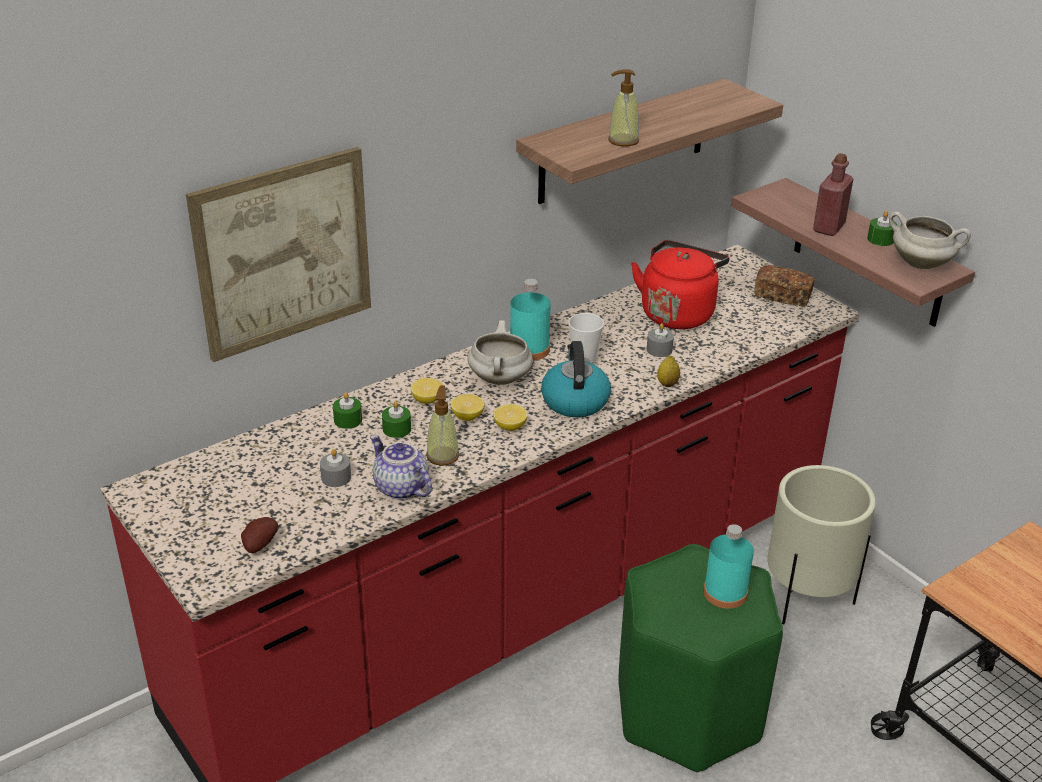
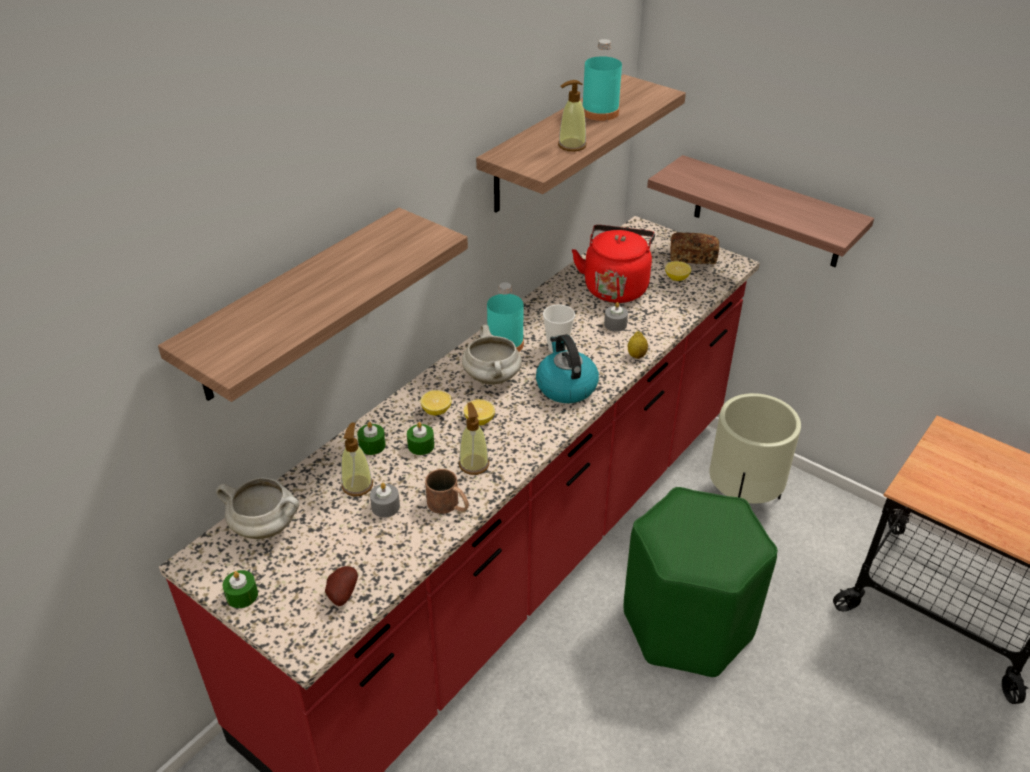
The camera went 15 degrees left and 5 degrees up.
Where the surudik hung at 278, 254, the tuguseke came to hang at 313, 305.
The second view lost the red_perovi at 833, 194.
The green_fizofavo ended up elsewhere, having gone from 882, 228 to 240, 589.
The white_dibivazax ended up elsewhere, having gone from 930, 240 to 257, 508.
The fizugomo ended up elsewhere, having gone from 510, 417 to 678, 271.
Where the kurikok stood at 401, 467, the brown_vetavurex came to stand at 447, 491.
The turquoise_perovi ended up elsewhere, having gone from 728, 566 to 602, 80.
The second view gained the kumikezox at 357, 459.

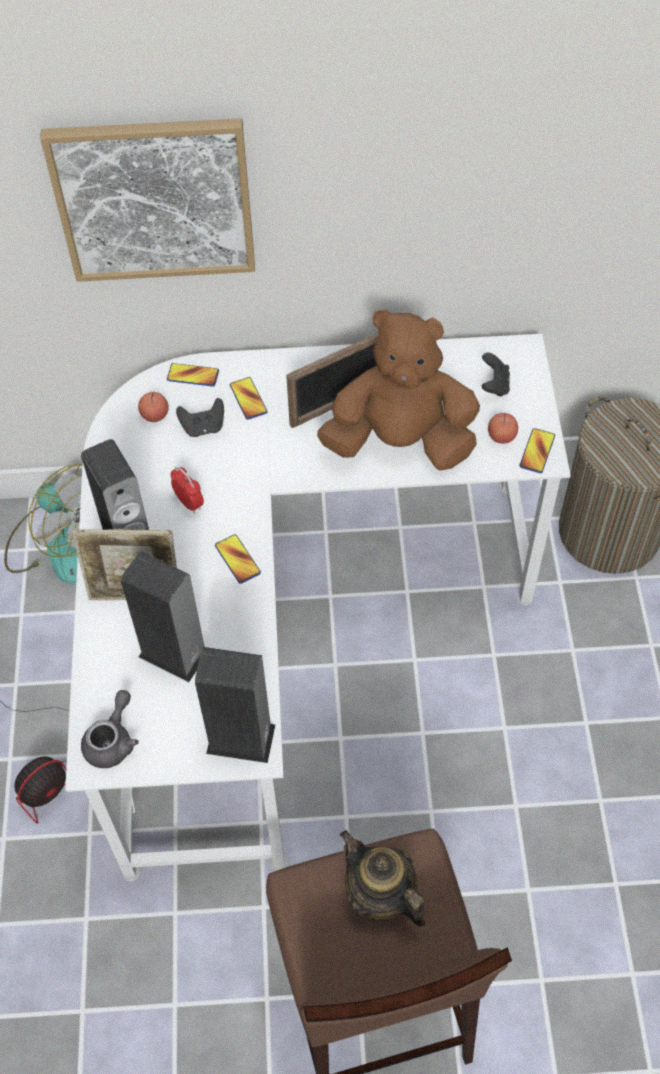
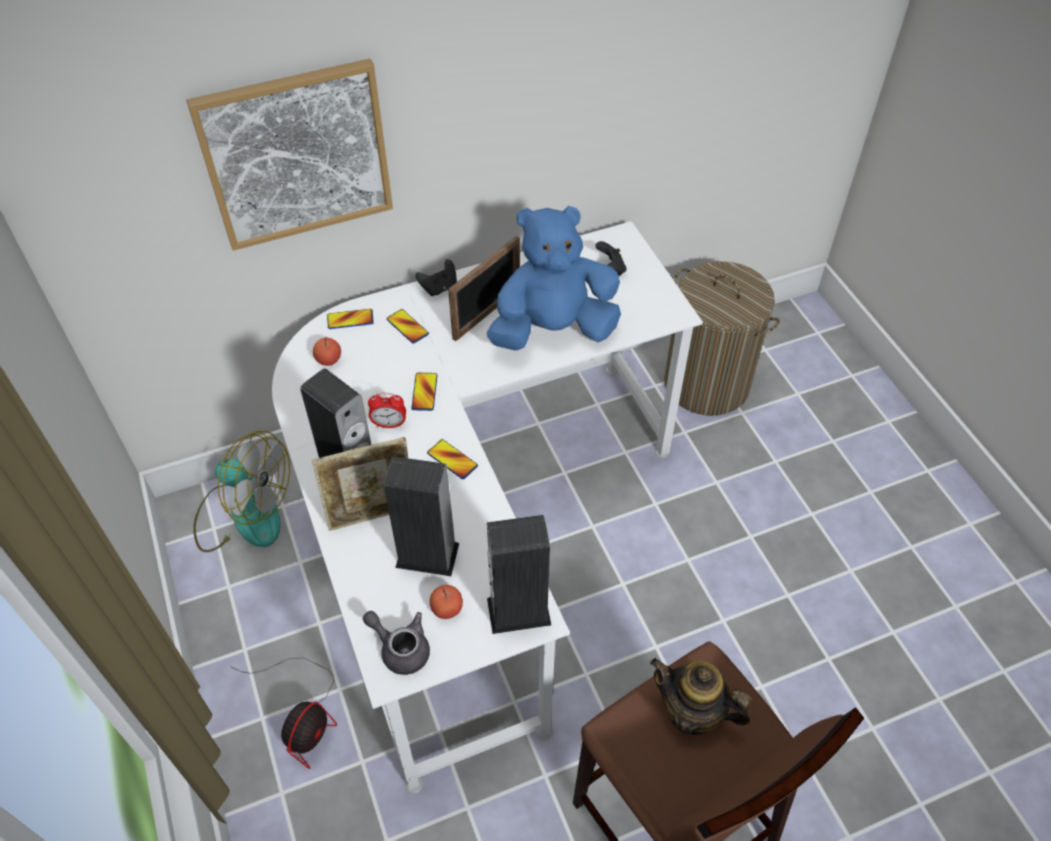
The camera went 20 degrees left and 5 degrees down.
What was the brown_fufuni at 398, 389 turned into the blue_fufuni at 554, 278.
The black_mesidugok ended up elsewhere, having gone from 200, 417 to 436, 277.
The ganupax ended up elsewhere, having gone from 503, 428 to 446, 602.
The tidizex ended up elsewhere, having gone from 537, 450 to 424, 392.
The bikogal at 187, 490 ended up facing another way, 150 degrees clockwise from before.
The grey_kurikok at 110, 729 ended up facing another way, 60 degrees counterclockwise from before.

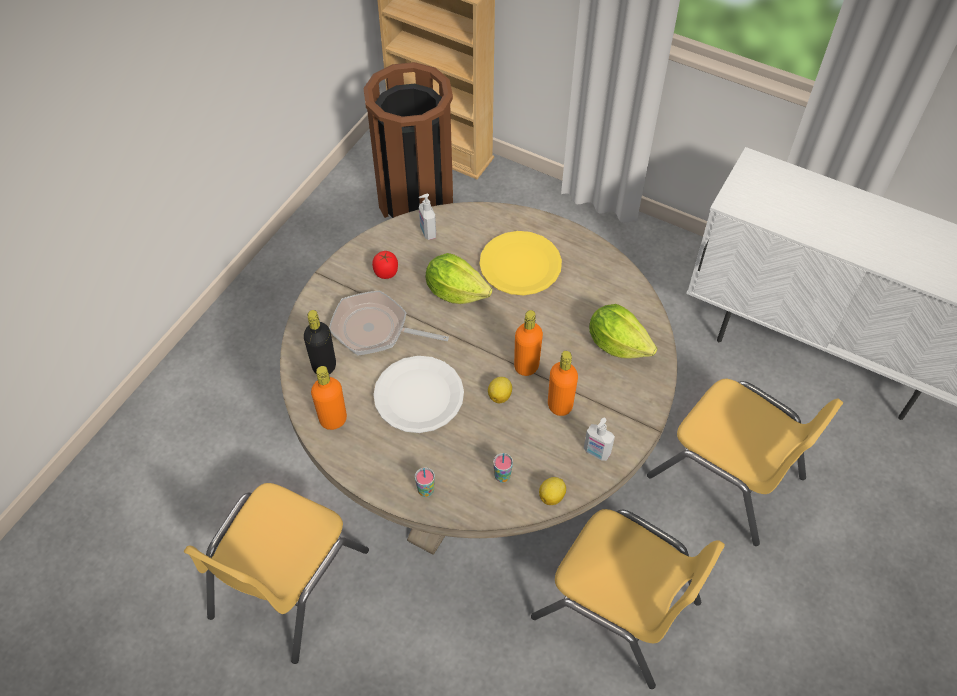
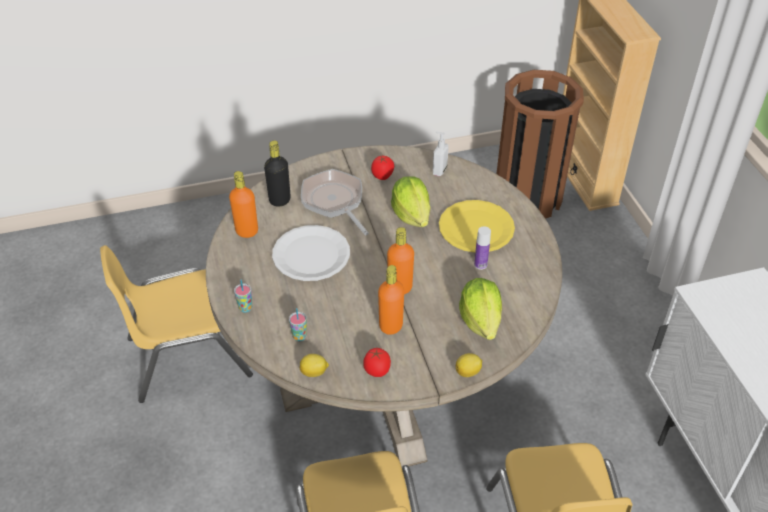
The camera went 45 degrees right and 10 degrees down.
The fizugomo ended up elsewhere, having gone from 500, 390 to 469, 365.
Where the kumikezox stood at 599, 439, the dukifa came to stand at 377, 362.
The second view gained the perovi at 482, 248.

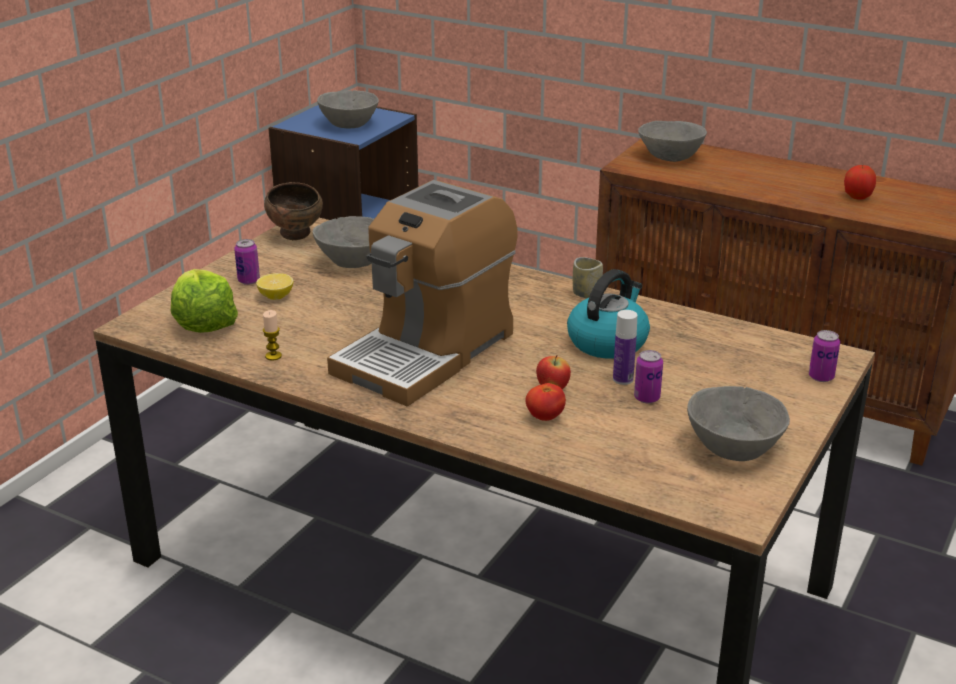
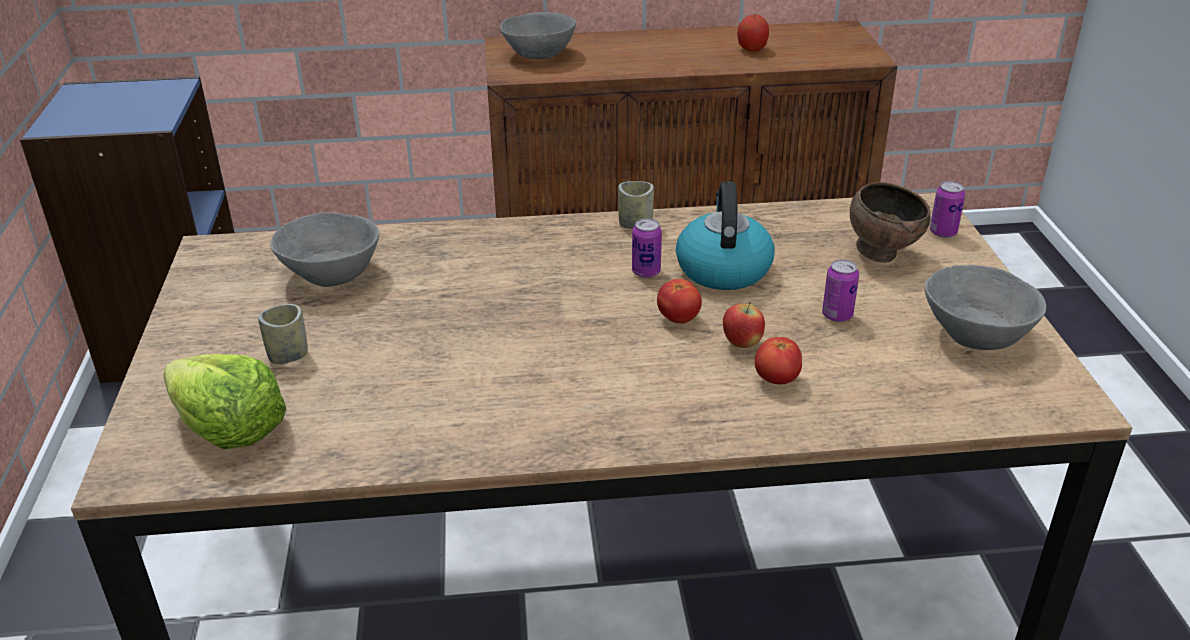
The camera went 35 degrees left and 5 degrees up.
The second view lost the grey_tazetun at 348, 109.
The second view lost the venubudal at 422, 293.
The brown_tazetun ended up elsewhere, having gone from 293, 211 to 890, 222.
The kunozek ended up elsewhere, having gone from 247, 262 to 647, 248.
Where the fizugomo stood at 274, 286, the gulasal came to stand at 283, 334.
The second view lost the fizofavo at 272, 335.
The second view lost the perovi at 625, 347.
The second view gained the dukifa at 679, 301.

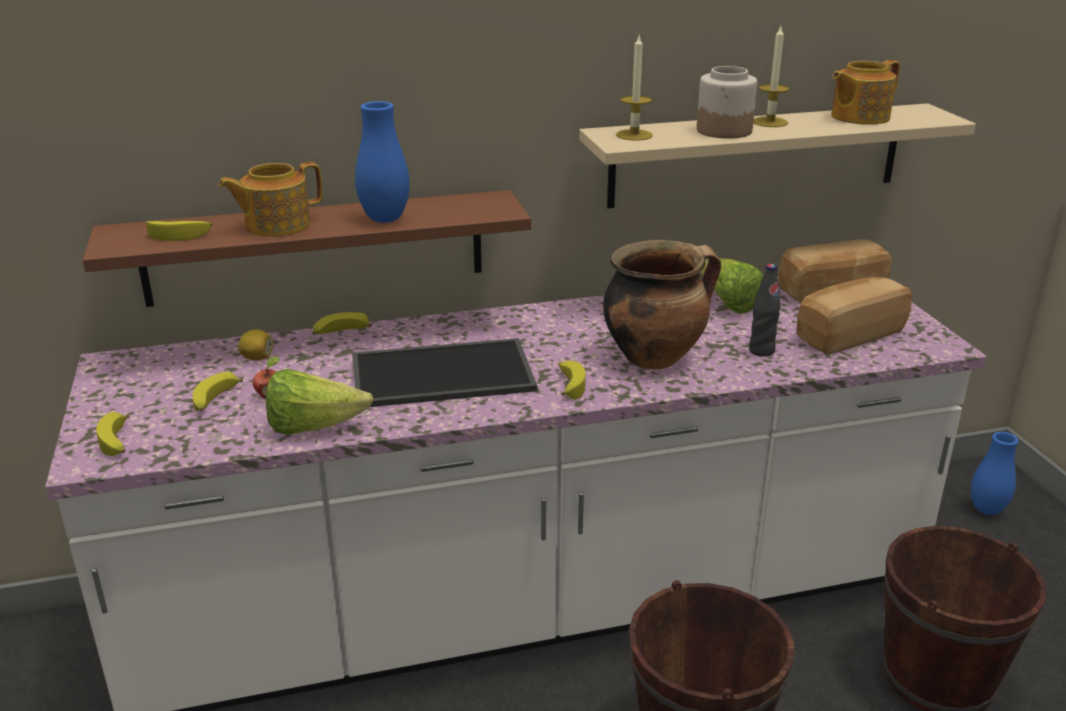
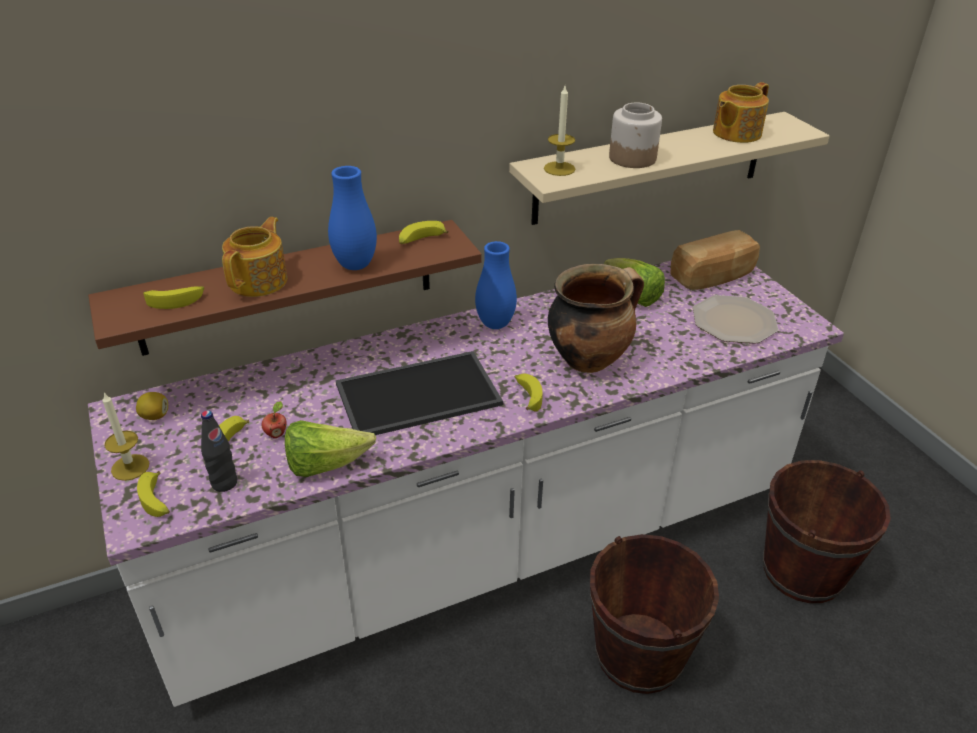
The camera went 10 degrees left and 10 degrees up.
The fizofavo ended up elsewhere, having gone from 771, 76 to 125, 436.
The kurikok at 270, 199 ended up facing another way, 150 degrees clockwise from before.
The black_perovi ended up elsewhere, having gone from 764, 310 to 219, 451.
Where the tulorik stood at 854, 316, the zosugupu came to stand at 735, 319.
The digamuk ended up elsewhere, having gone from 342, 323 to 424, 232.
The fizugomo ended up elsewhere, having gone from 255, 345 to 152, 406.
The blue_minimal ended up elsewhere, having gone from 994, 473 to 496, 285.

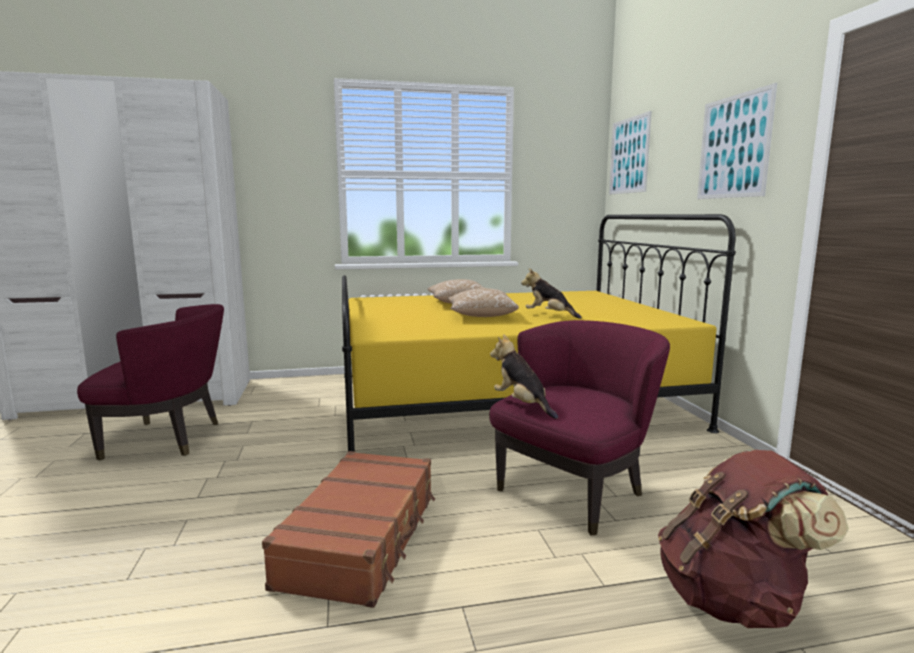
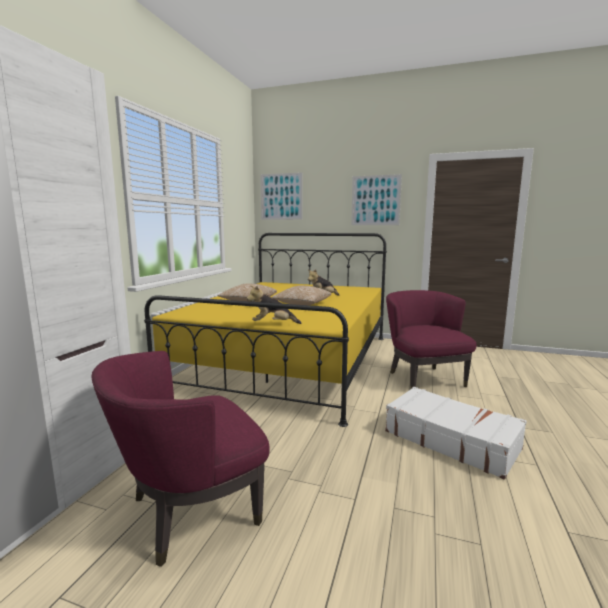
The camera went 60 degrees left and 0 degrees up.
The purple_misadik at 150, 382 ended up facing another way, 150 degrees counterclockwise from before.
The fufuni ended up elsewhere, having gone from 524, 376 to 274, 304.
The second view lost the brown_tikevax at 753, 538.
What was the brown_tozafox at 348, 529 turned into the white_tozafox at 456, 433.

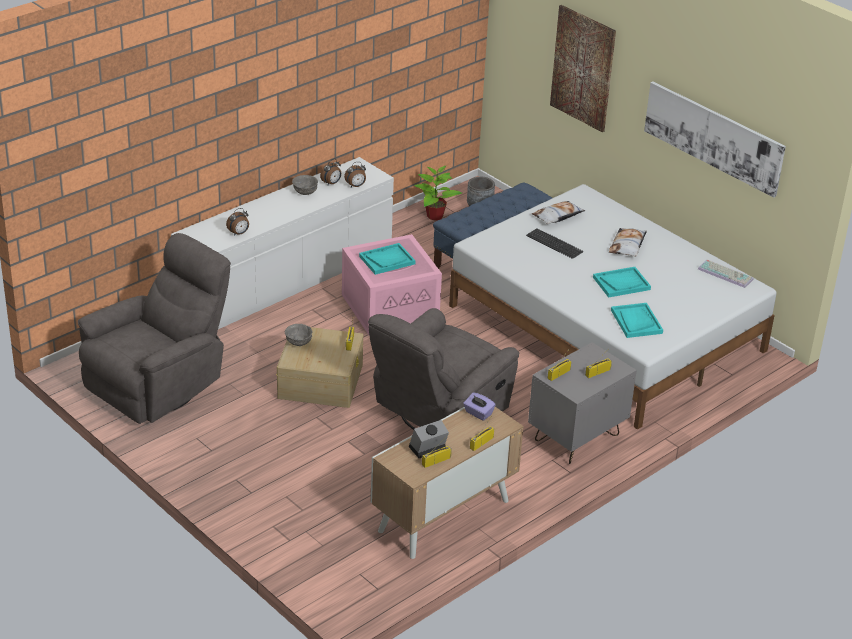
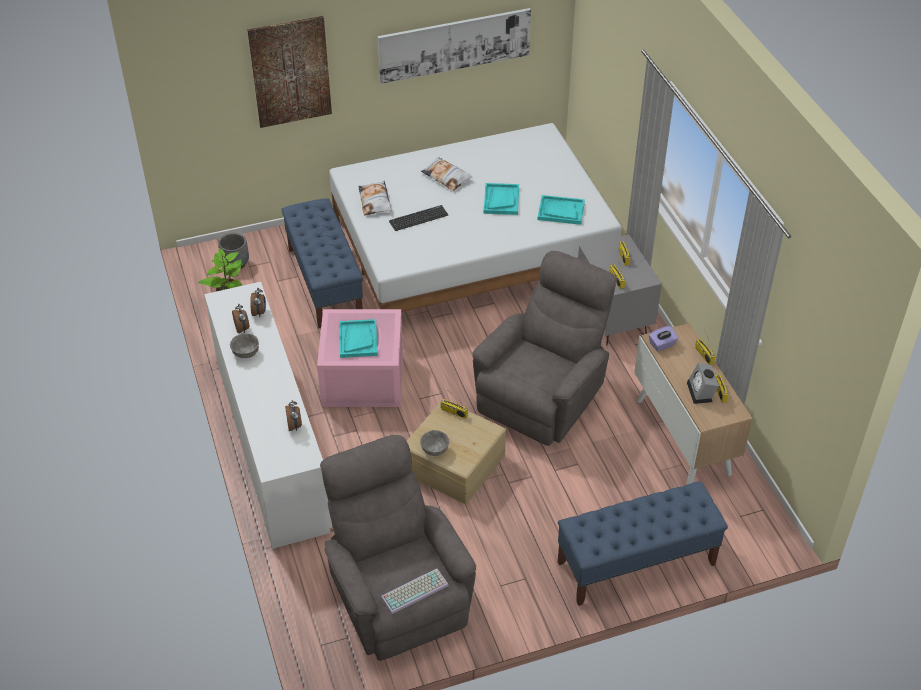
The camera went 65 degrees left and 10 degrees up.
The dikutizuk ended up elsewhere, having gone from 726, 274 to 415, 591.
The grey_misadik at 443, 369 ended up facing another way, 120 degrees counterclockwise from before.
The second view gained the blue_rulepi at 643, 543.

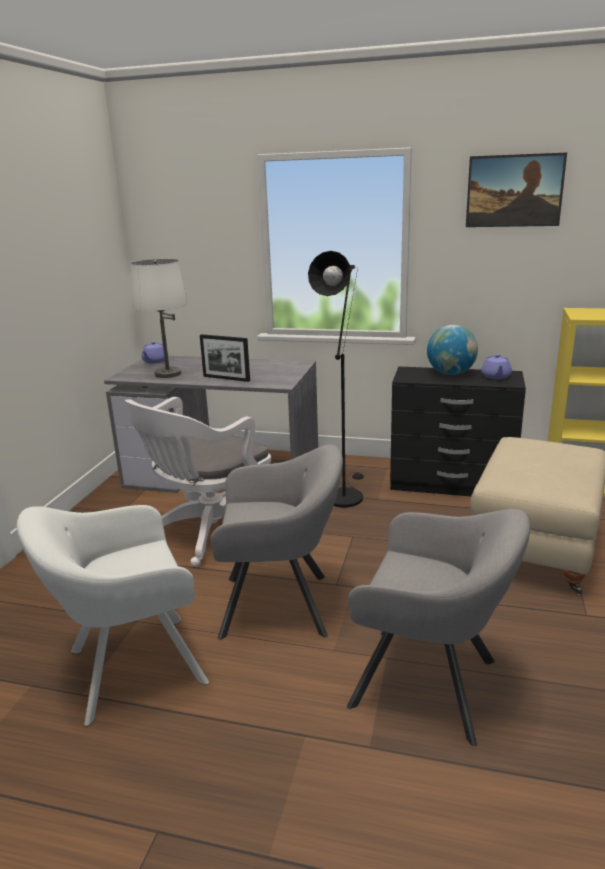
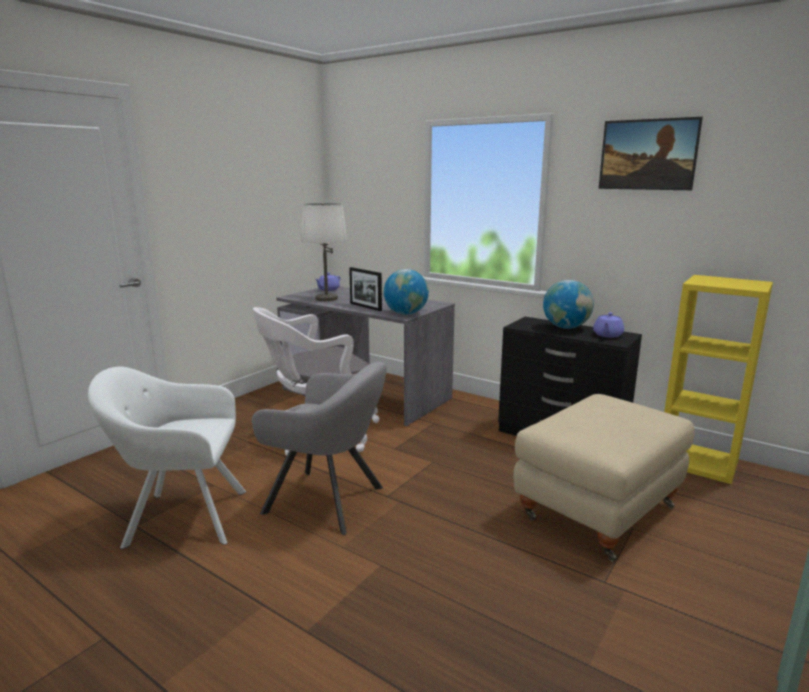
The camera went 20 degrees right and 5 degrees down.
The second view lost the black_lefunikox at 336, 379.
The second view lost the grey_misadik at 438, 627.
The second view gained the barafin at 406, 292.

